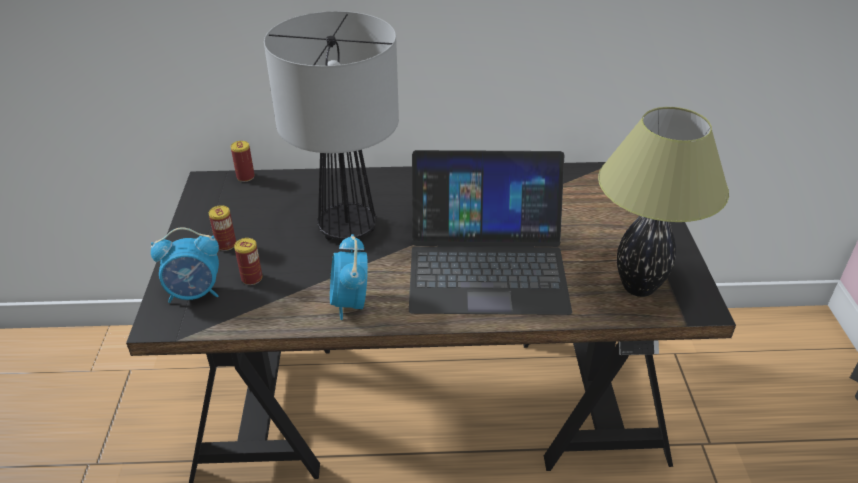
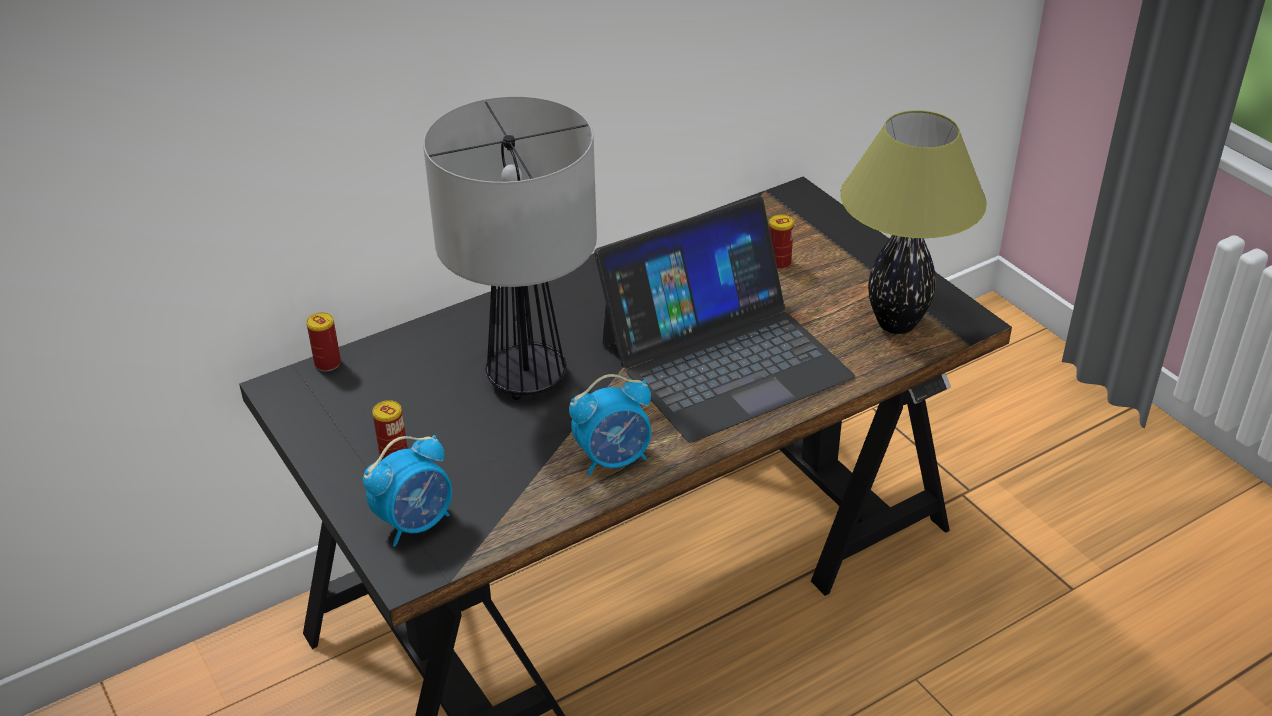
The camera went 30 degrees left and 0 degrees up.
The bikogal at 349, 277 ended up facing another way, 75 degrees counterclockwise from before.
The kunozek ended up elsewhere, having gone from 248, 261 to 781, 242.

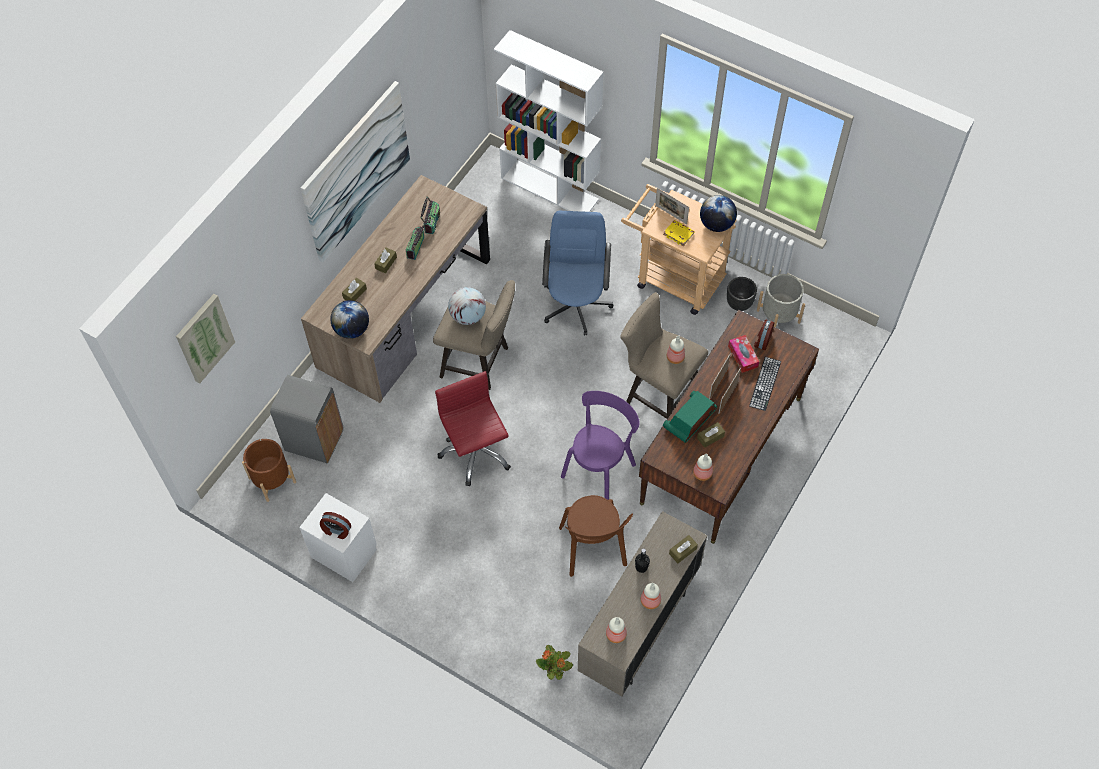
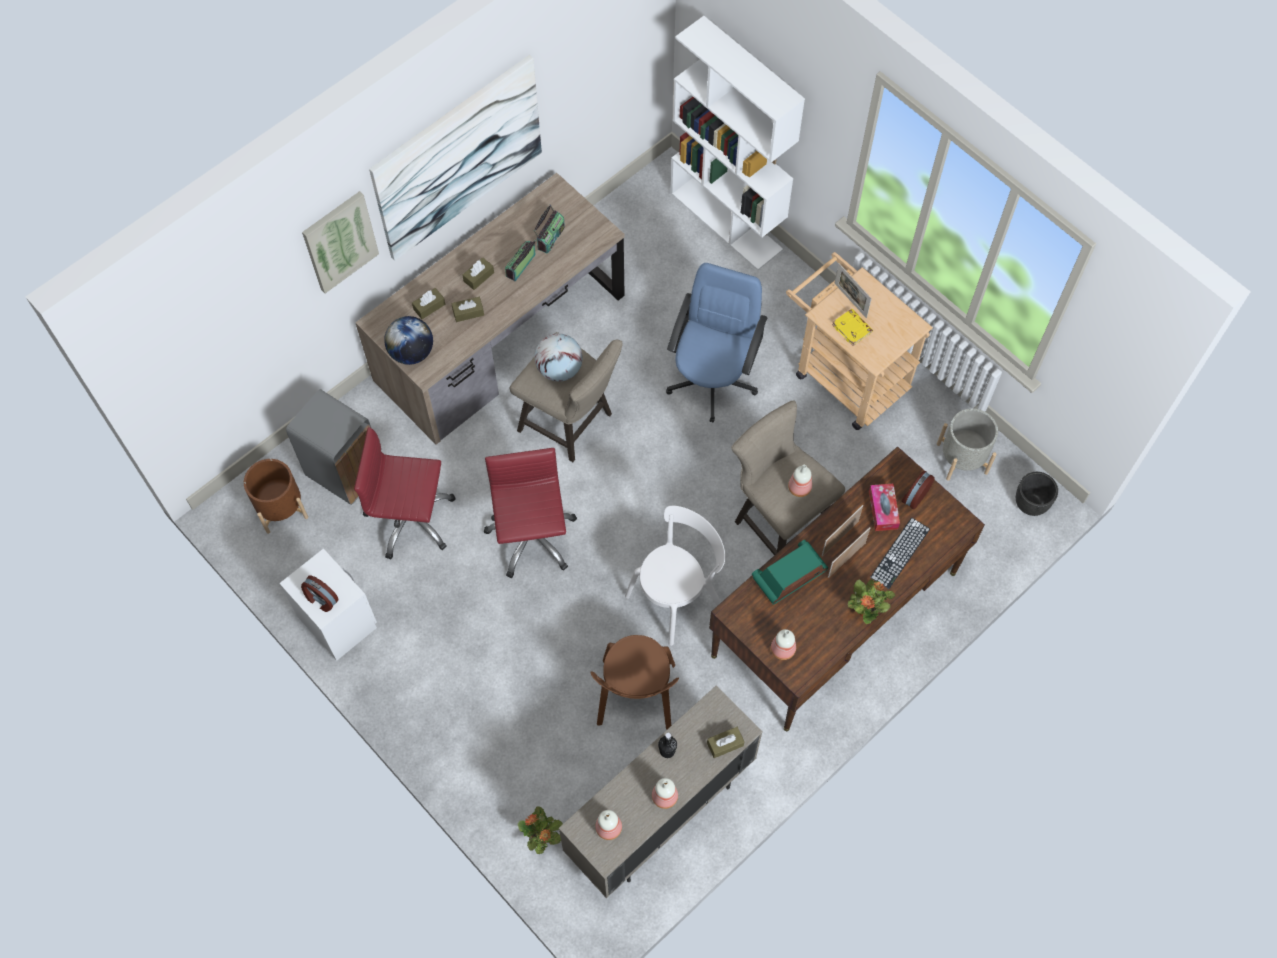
The camera went 15 degrees right and 5 degrees up.
The second view lost the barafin at 718, 213.
The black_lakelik ended up elsewhere, having gone from 742, 294 to 1037, 494.
The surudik ended up elsewhere, having gone from 205, 339 to 340, 242.
What was the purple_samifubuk at 600, 445 turned into the white_samifubuk at 675, 576.
The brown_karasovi ended up elsewhere, having gone from 711, 435 to 467, 309.
The second view gained the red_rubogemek at 404, 493.
The second view gained the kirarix at 871, 601.

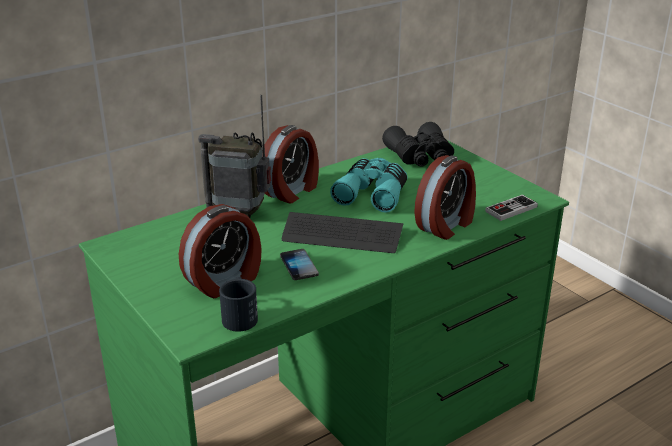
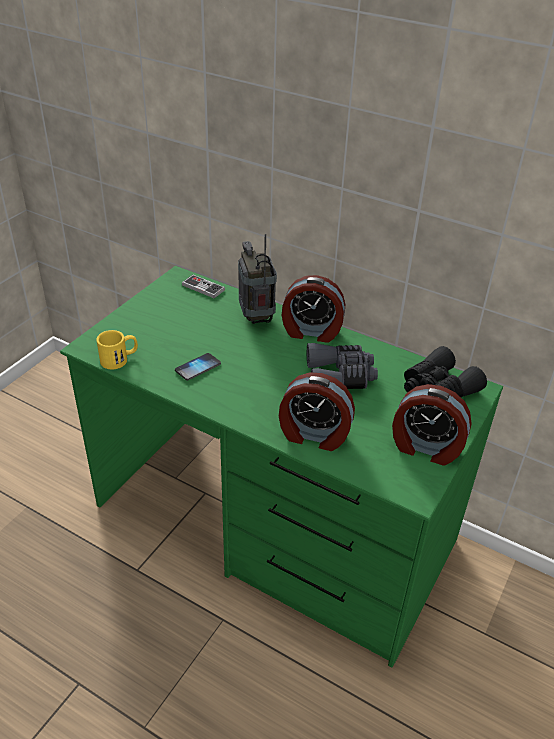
The camera went 65 degrees right and 10 degrees up.
What was the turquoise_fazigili at 369, 185 turned into the grey_fazigili at 342, 366.
The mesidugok ended up elsewhere, having gone from 511, 208 to 203, 286.
The bikogal ended up elsewhere, having gone from 220, 251 to 432, 425.
The second view lost the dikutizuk at 343, 232.
What was the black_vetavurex at 238, 304 turned into the yellow_vetavurex at 117, 349.

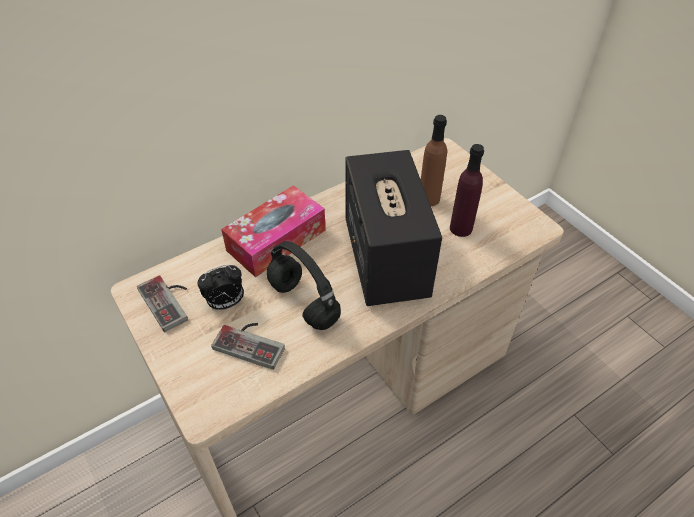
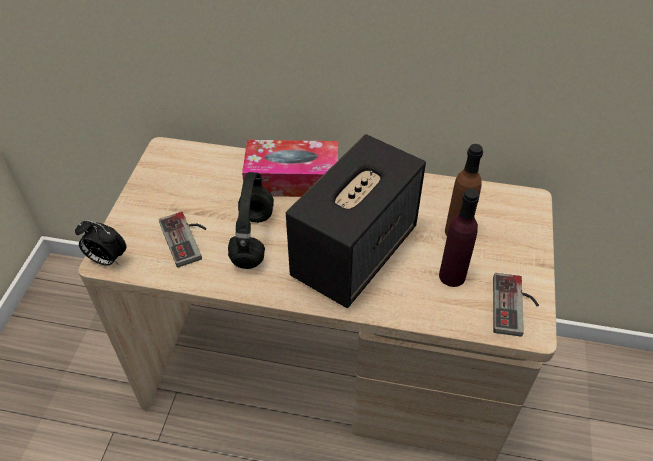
The camera went 45 degrees right and 0 degrees up.
The bikogal ended up elsewhere, having gone from 221, 287 to 100, 243.
The mesidugok ended up elsewhere, having gone from 162, 303 to 516, 305.

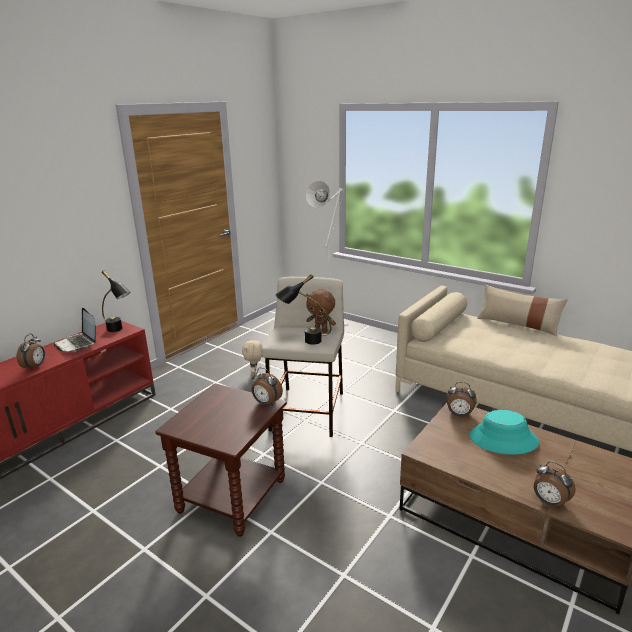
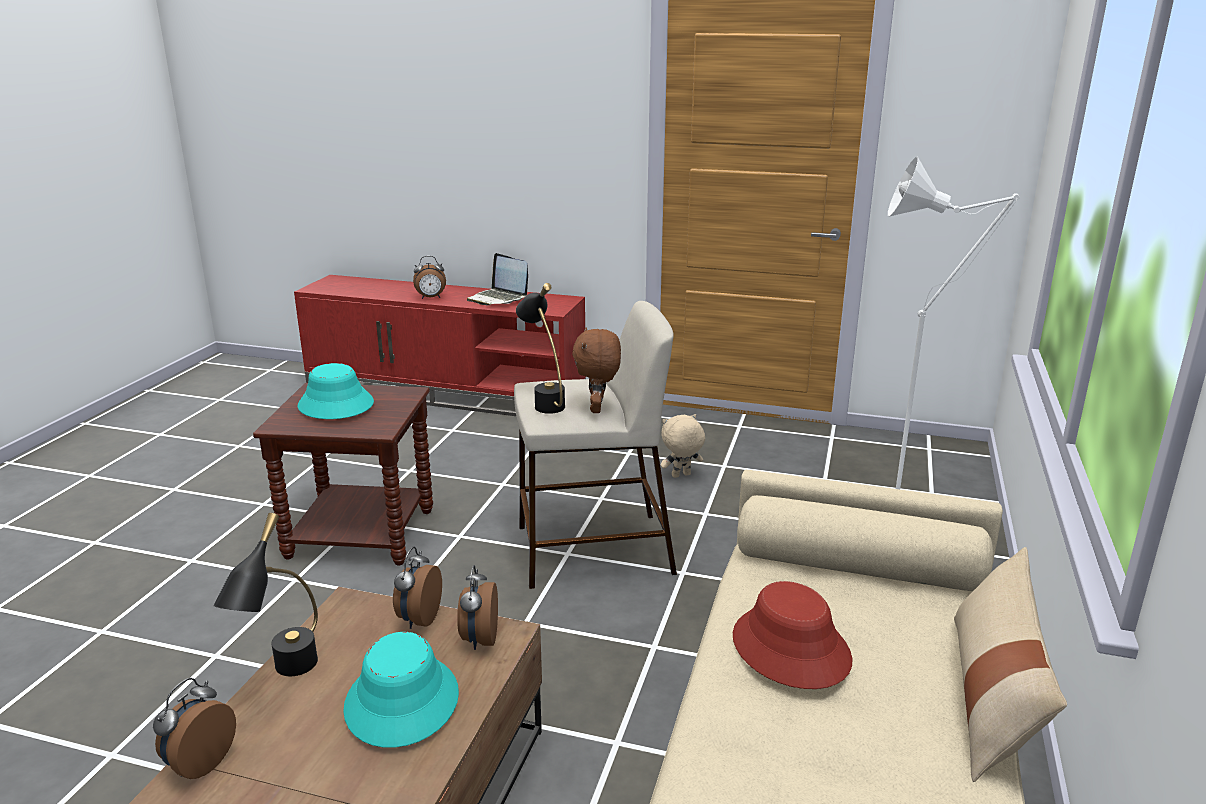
The camera went 70 degrees right and 0 degrees up.
The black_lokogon ended up elsewhere, having gone from 116, 301 to 265, 594.
The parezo at 75, 330 ended up facing another way, 75 degrees counterclockwise from before.
The bikogal ended up elsewhere, having gone from 267, 386 to 417, 588.
The second view gained the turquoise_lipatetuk at 336, 391.
The second view gained the red_lipatetuk at 792, 635.

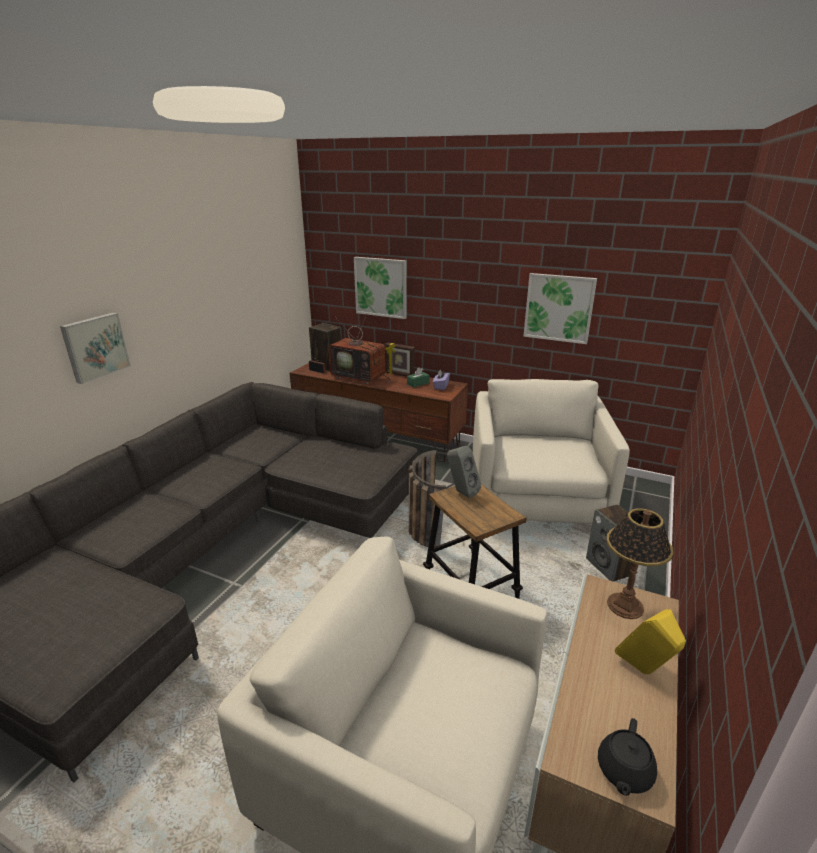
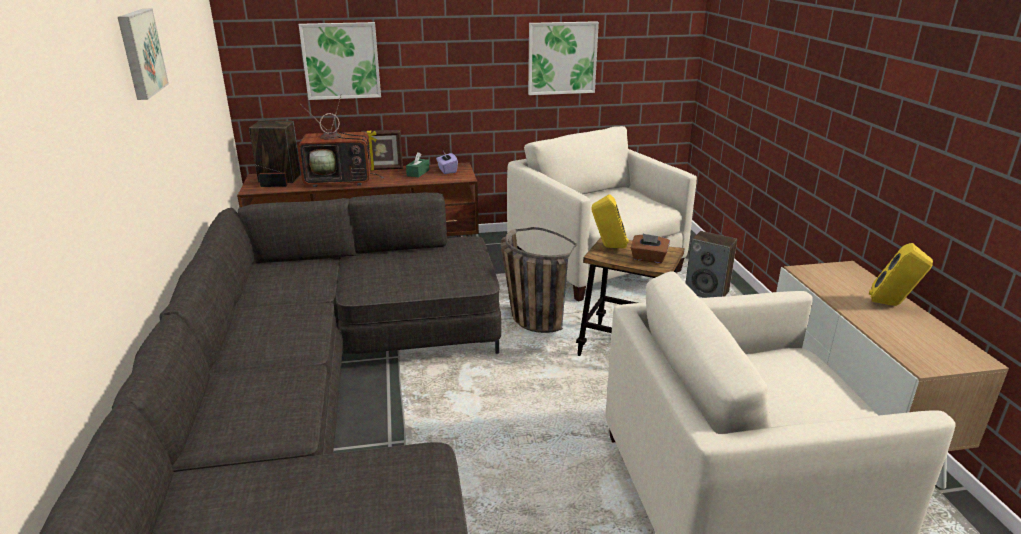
The camera went 35 degrees left and 0 degrees up.
The surudik ended up elsewhere, having gone from 95, 348 to 143, 54.
What was the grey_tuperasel at 464, 472 turned into the yellow_tuperasel at 610, 221.
The second view lost the lokogon at 640, 563.
The second view lost the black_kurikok at 627, 757.
The second view gained the brown_karasovi at 650, 249.

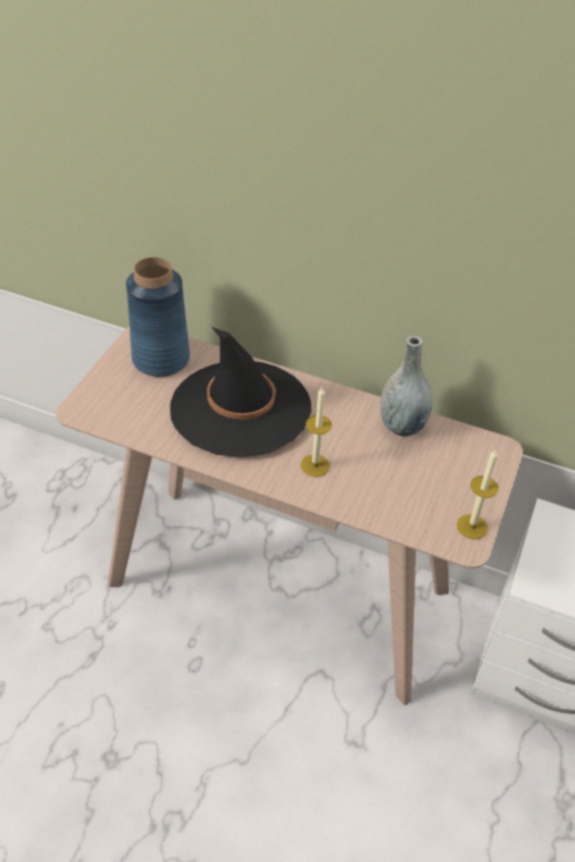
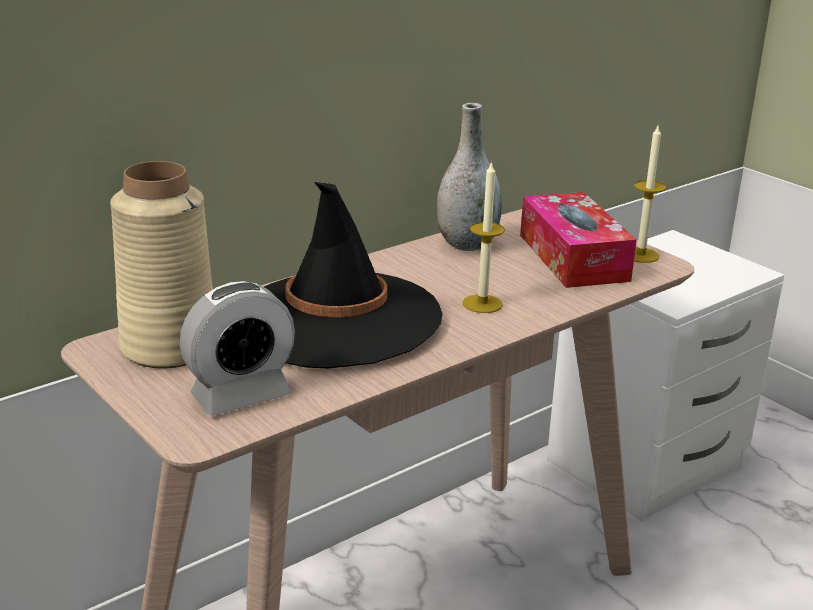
The camera went 60 degrees left and 20 degrees down.
What was the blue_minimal at 158, 317 turned into the beige_minimal at 161, 264.
The second view gained the karasovi at 578, 240.
The second view gained the bikogal at 237, 348.

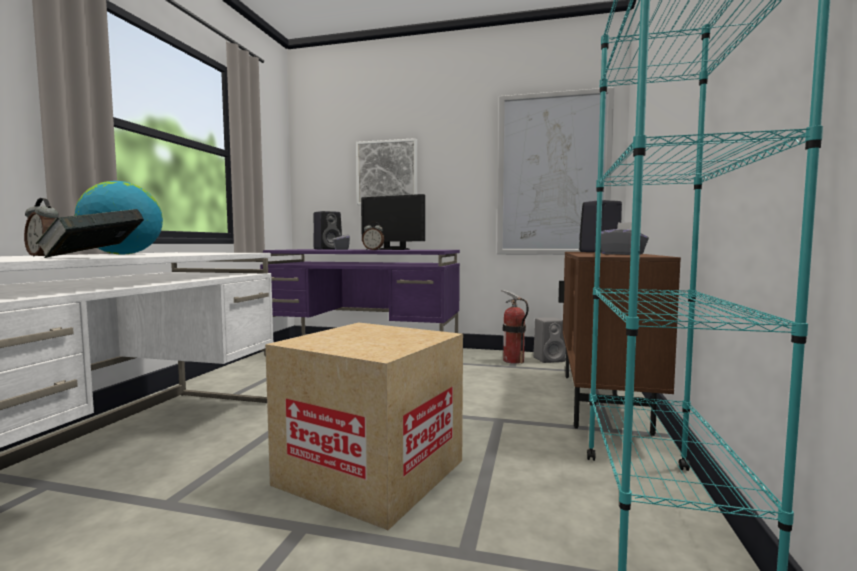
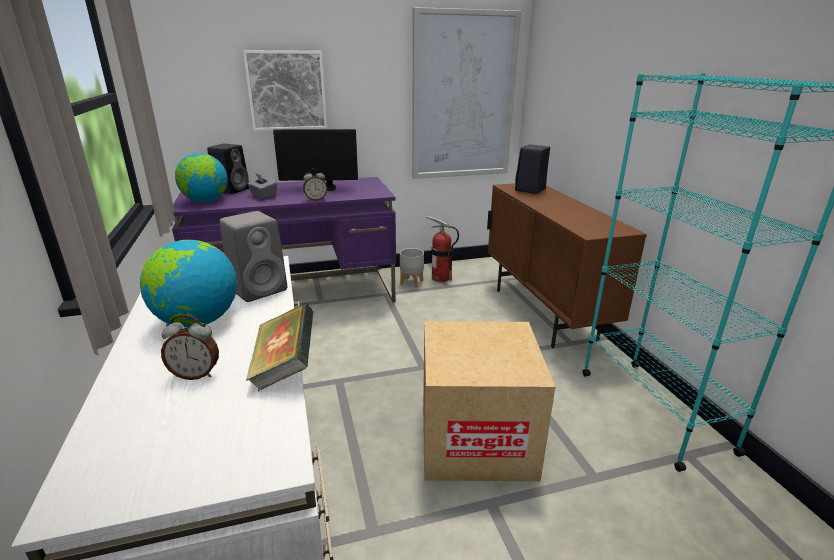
The camera went 30 degrees left and 20 degrees up.
The second view lost the grey_karasovi at 625, 238.
The grey_tuperasel ended up elsewhere, having gone from 549, 340 to 253, 256.
The second view gained the barafin at 201, 177.
The second view gained the grey_lakelik at 412, 268.

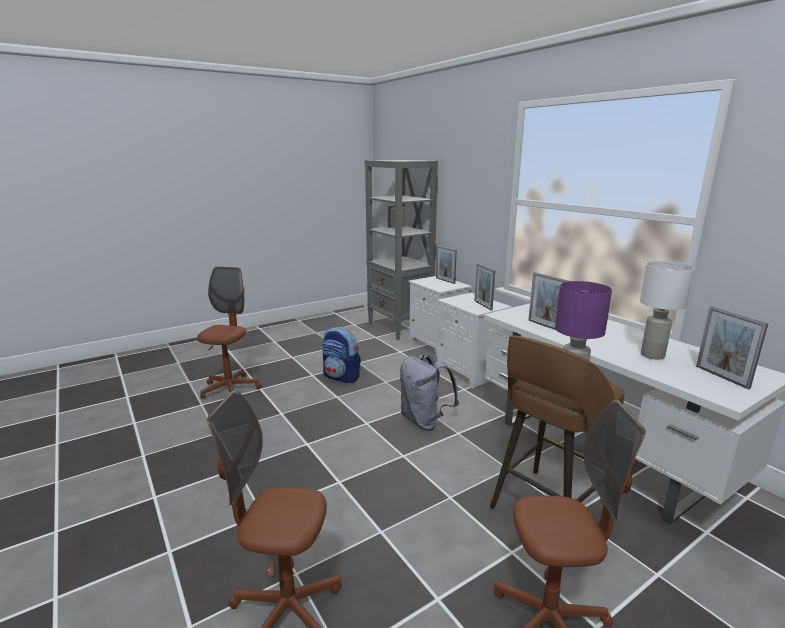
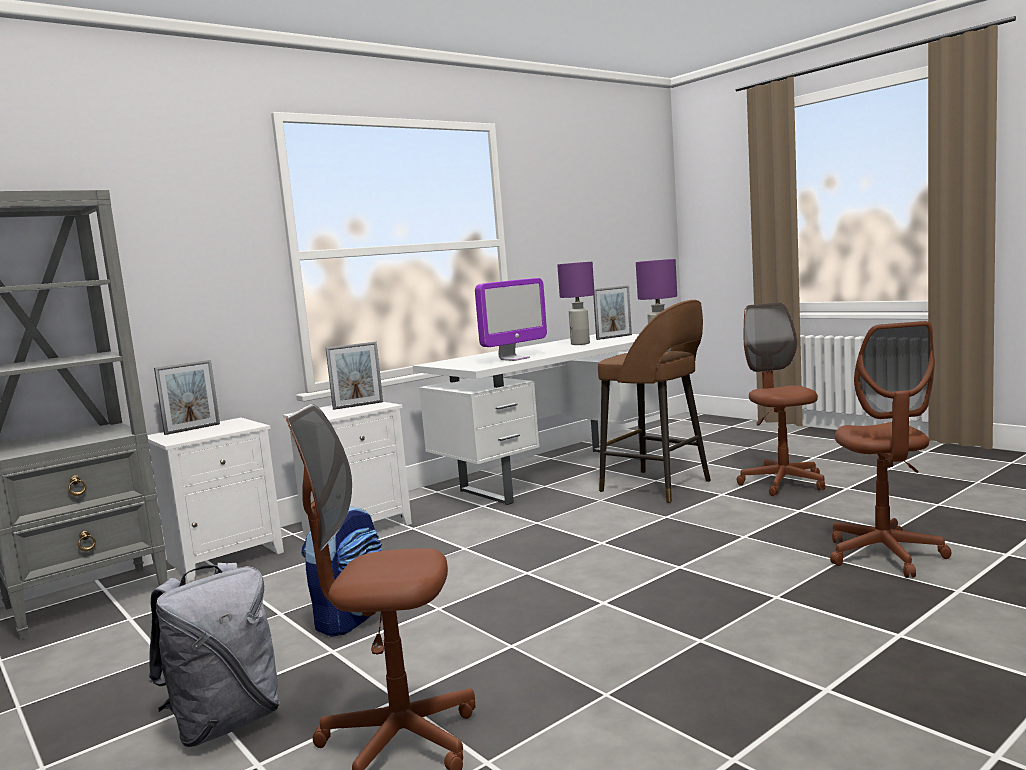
The camera went 95 degrees left and 10 degrees down.
What was the white_lokogon at 667, 310 turned into the purple_lokogon at 576, 303.
Where the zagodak stood at 548, 301, the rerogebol came to stand at 511, 319.
The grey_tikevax ended up elsewhere, having gone from 429, 393 to 214, 655.

